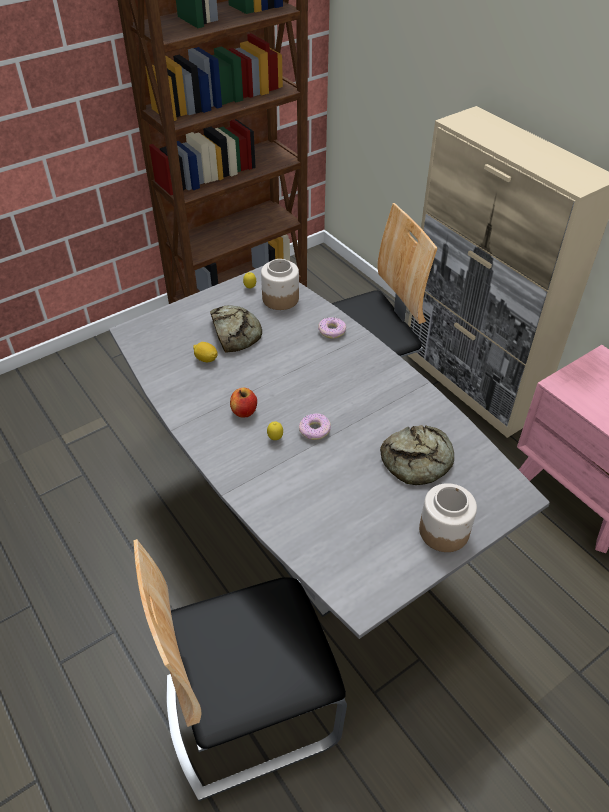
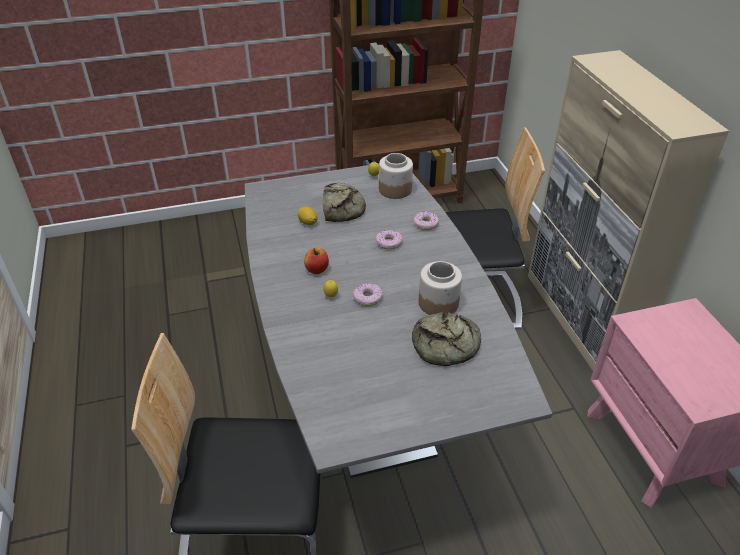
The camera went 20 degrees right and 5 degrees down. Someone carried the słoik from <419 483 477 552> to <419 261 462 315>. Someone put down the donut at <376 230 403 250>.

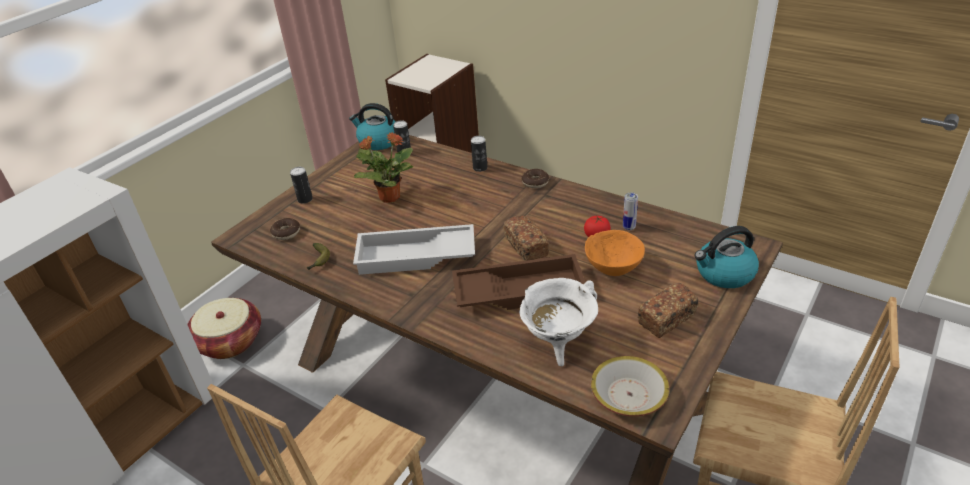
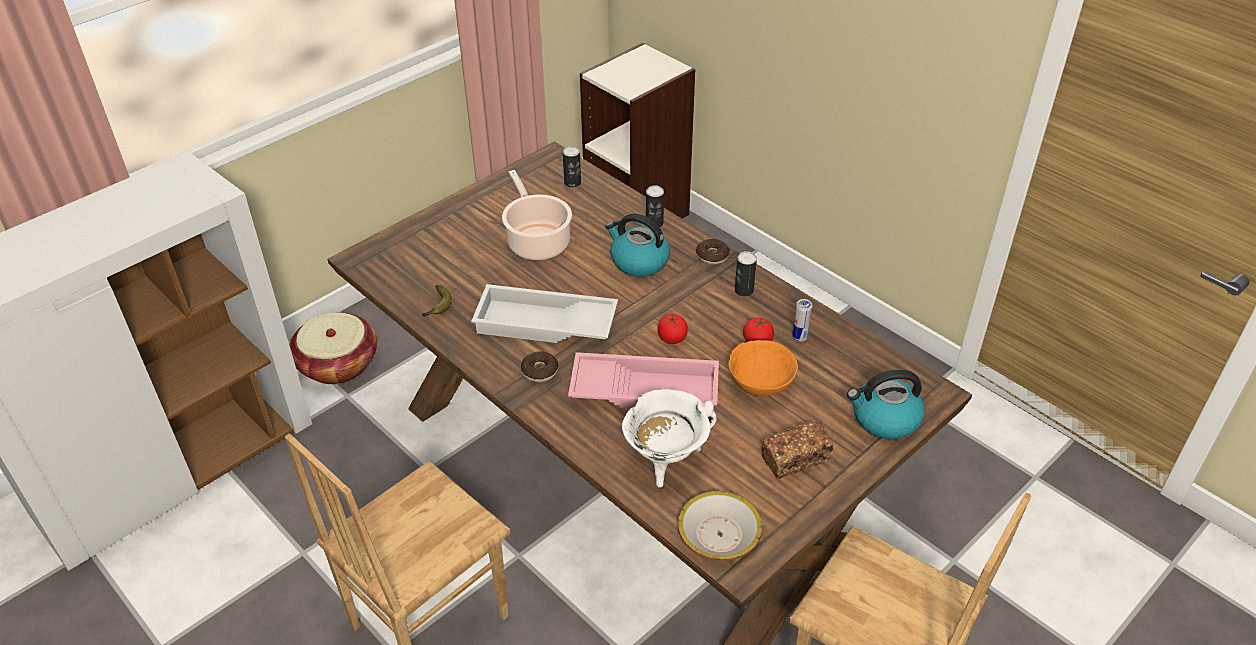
The camera went 10 degrees right and 5 degrees up. Someone carried the donut from <270 218 300 240> to <521 352 558 382>. Someone carried the puszka from <290 167 313 204> to <735 251 757 297>. Someone carried the czajnik from <349 103 396 150> to <605 214 670 277>. Someone swapped the roślina doniczkowa at <354 132 413 203> for the garnek at <502 170 572 260>. Someone repainted the taca [brązowy] at <452 254 586 310>, which became the taca [różowy] at <568 352 719 411>. Someone swapped the chleb at <503 216 549 261> for the pomidor at <658 314 688 344>.

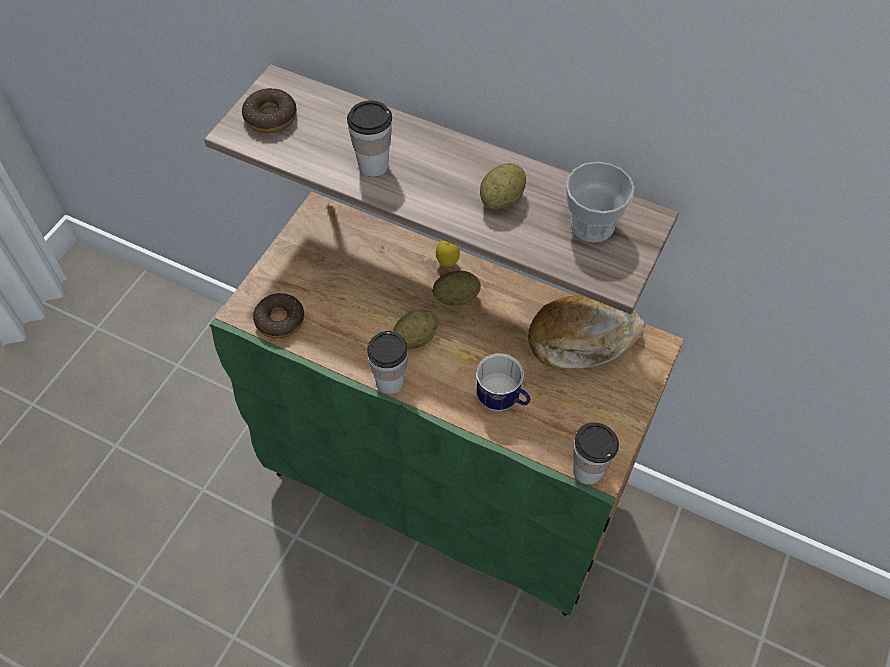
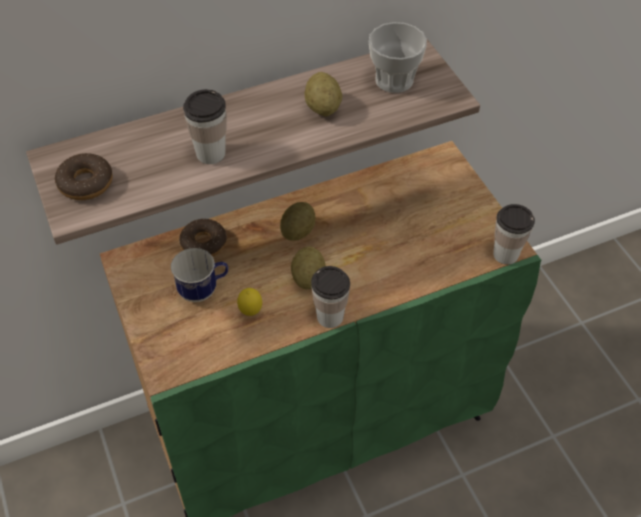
The camera went 50 degrees left and 5 degrees down. Someone carried the donut from <253 293 304 339> to <179 219 227 257>. Someone carried the cytryna from <436 240 460 267> to <237 288 262 316>. Someone carried the kubek from <476 353 530 411> to <171 248 228 302>. Someone took away the chleb at <528 295 646 369>.

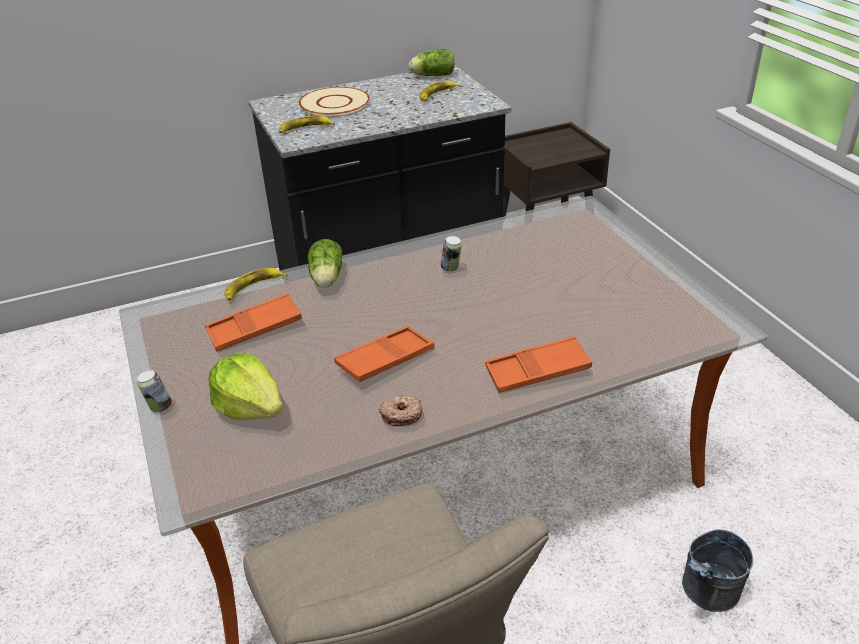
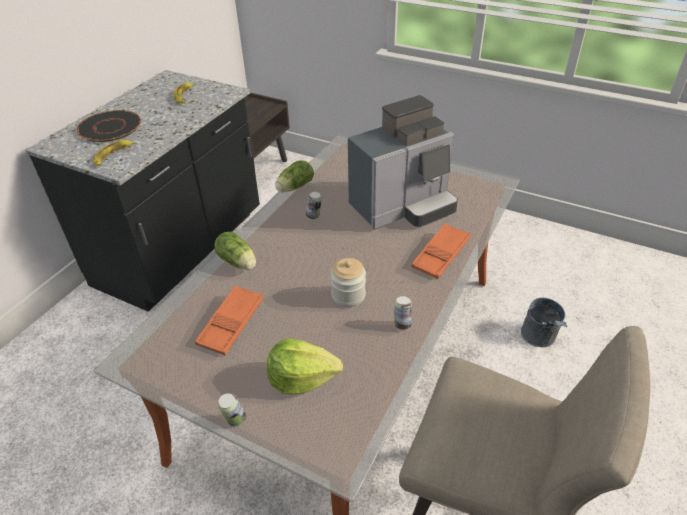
The camera went 40 degrees left and 5 degrees up. Someone took away the banan at <224 268 288 300>. Someone repainted the talerz [beżowy] at <299 87 370 116>, which became the talerz [czarny] at <76 110 141 142>. Someone swapped the taca [pomarańczowy] at <334 326 434 382> for the słoik at <330 258 366 307>. Someone swapped the donut at <379 396 422 426> for the puszka at <394 296 412 330>. Someone carried the sałata from <409 49 454 76> to <275 160 314 192>. Someone put down the ekspres do kawy at <348 95 458 229>.

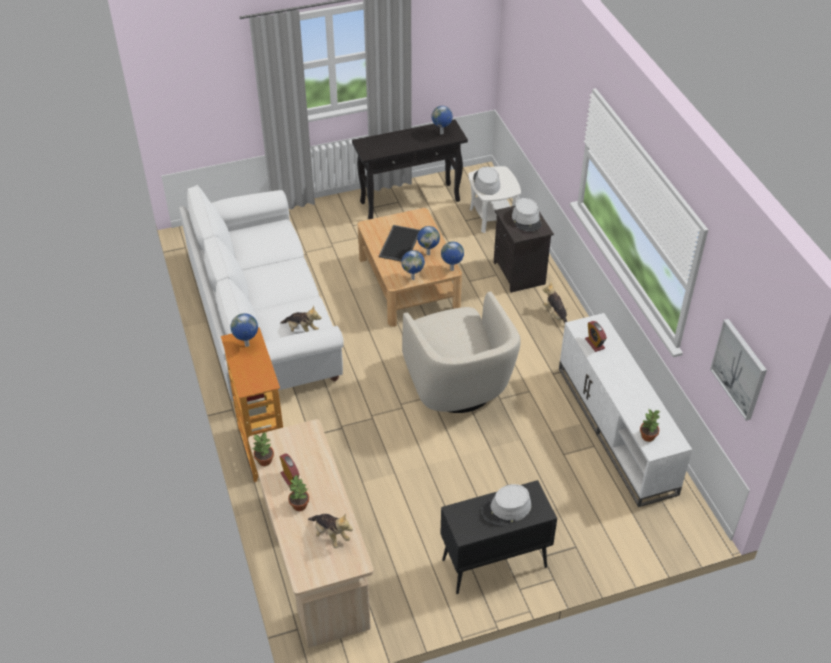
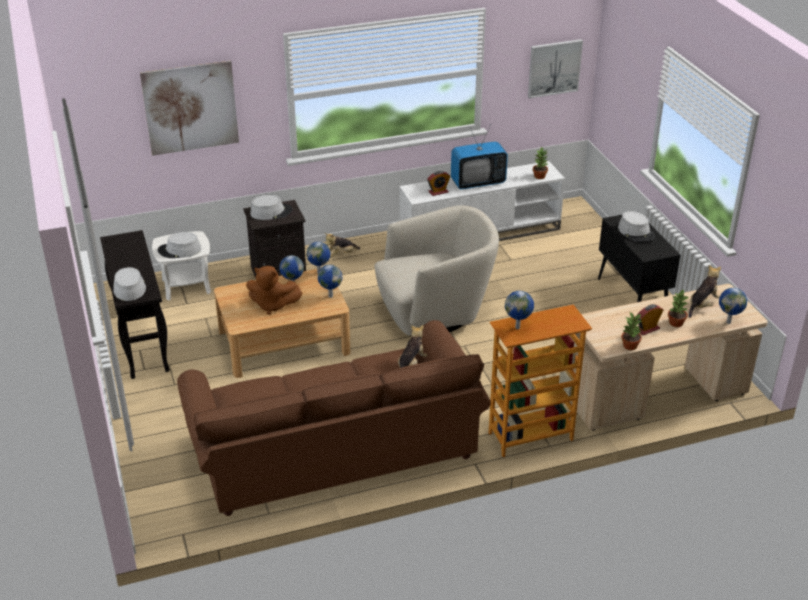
The camera went 90 degrees left and 10 degrees down. Someone repainted the kanapa [biały] at <179 185 344 401>, which became the kanapa [brązowy] at <177 320 491 516>. Someone swapped the taca at <379 225 420 261> for the pluszak [brązowy] at <246 266 302 315>. Someone carried the globus from <431 106 453 135> to <719 288 747 324>. Someone put down the kapelusz [szary] at <113 267 146 301>. Someone put up the obraz at <140 61 239 156>. Someone put down the telewizor at <451 124 508 189>.

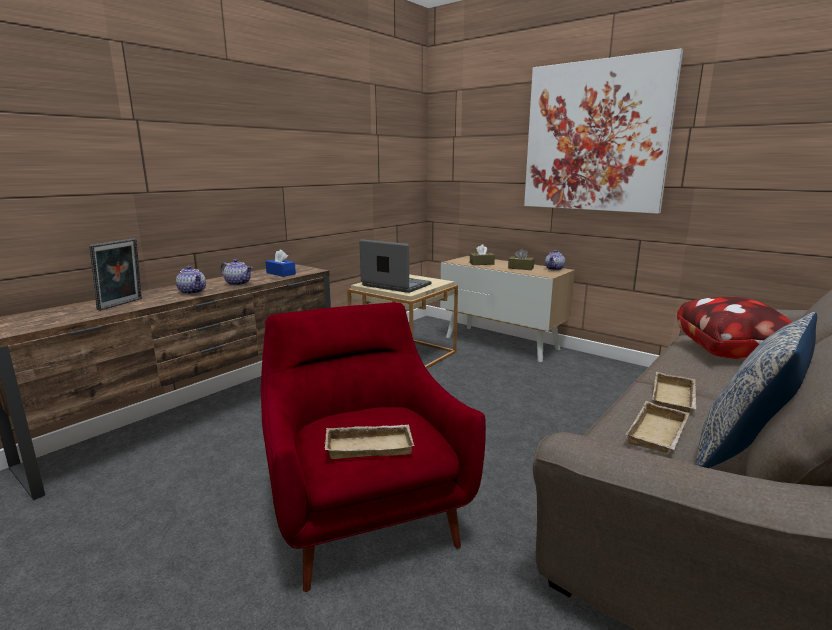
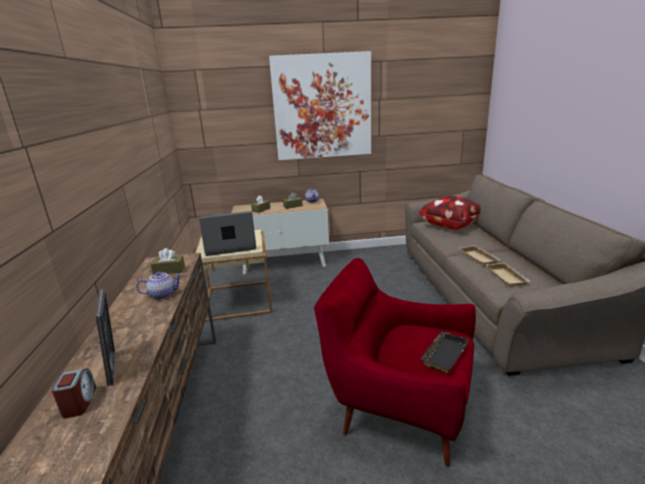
The camera went 45 degrees left and 5 degrees up. Someone took away the imbryk at <176 266 206 295>. Someone repainted the pudełko chusteczek [niebieski] at <265 250 296 277>, which became the pudełko chusteczek [brązowy] at <151 248 185 275>. Someone repainted the taca [beżowy] at <325 425 414 459>, which became the taca [czarny] at <420 331 470 373>. Someone took away the poduszka at <695 312 817 468>. Someone put down the budzik at <51 368 96 418>.

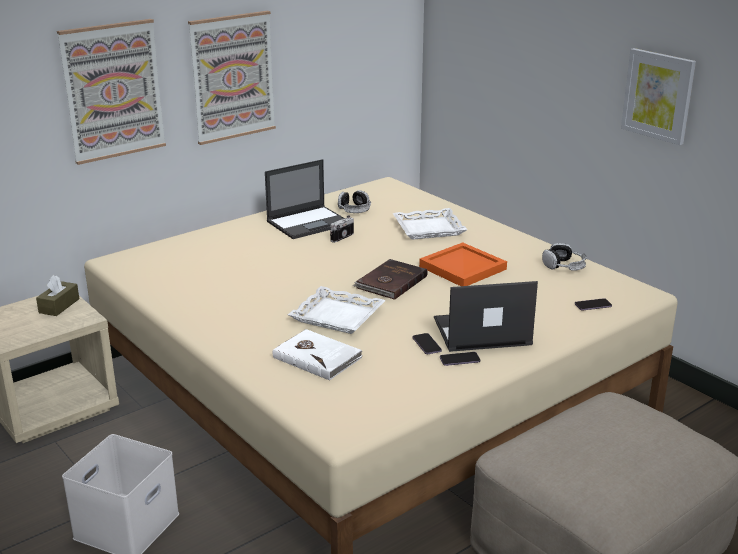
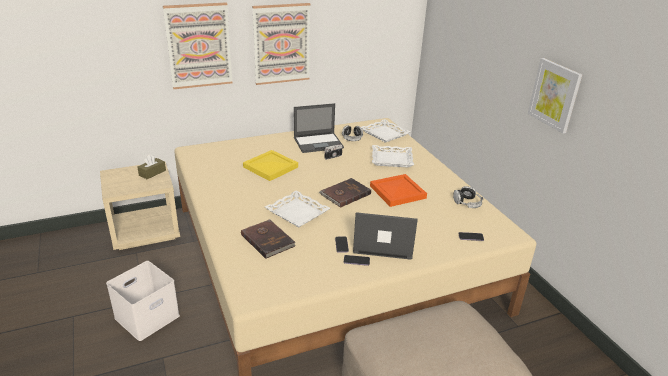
The camera went 15 degrees right and 5 degrees up. Someone repainted the książka [biały] at <273 329 363 381>, which became the książka [brązowy] at <241 219 296 259>. Someone put down the taca [żółty] at <243 150 298 181>. Someone put down the taca [biały] at <361 119 410 143>.

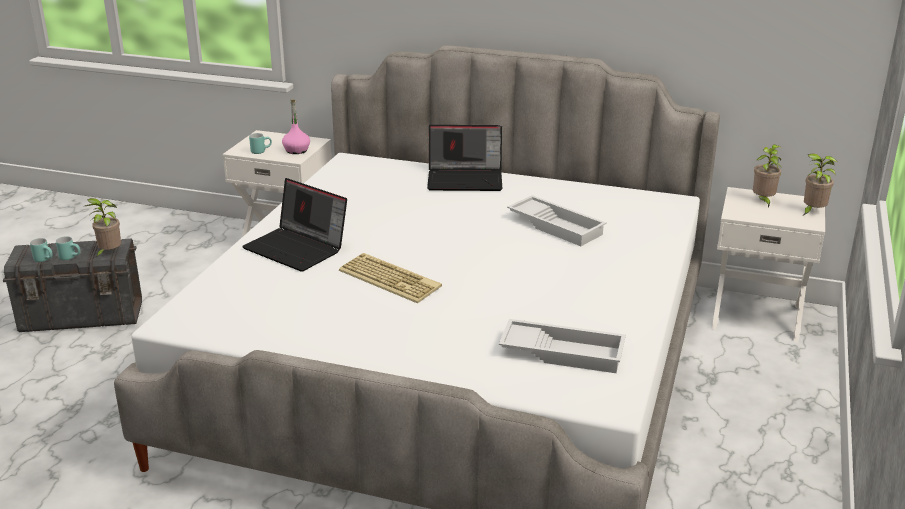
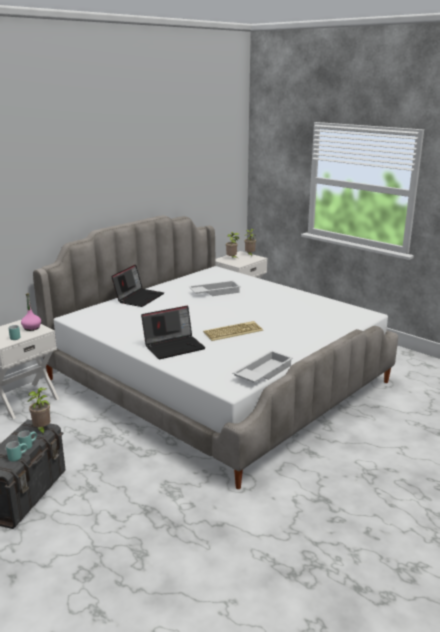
The camera went 65 degrees left and 5 degrees down. Someone carried the taca [biały] from <499 319 626 373> to <232 350 293 383>.

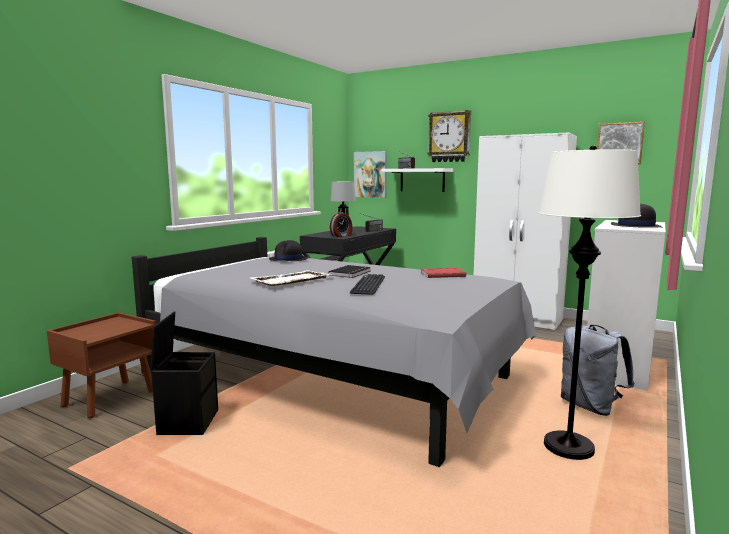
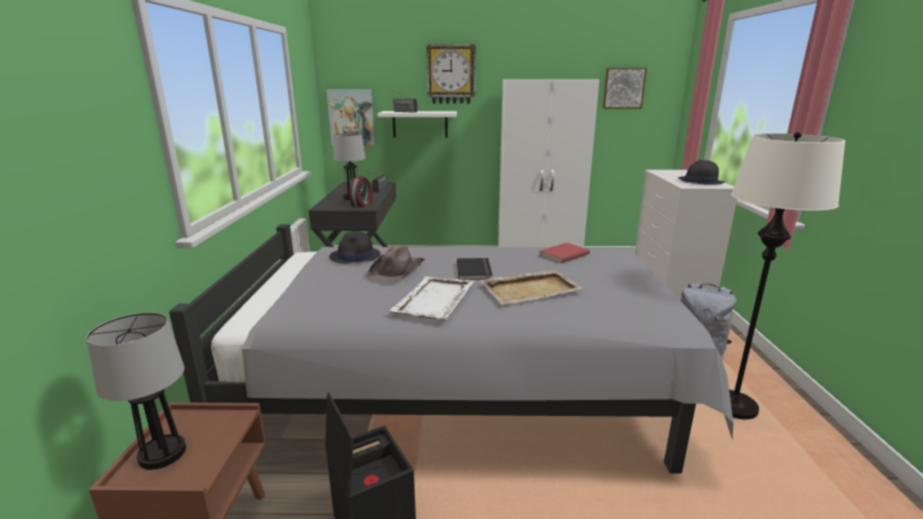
The camera went 30 degrees left and 10 degrees up. Someone swapped the klawiatura at <350 274 385 295> for the taca [beżowy] at <480 269 583 305>. Someone put down the lampa stołowa at <86 312 186 470>. Someone put down the kapelusz [brązowy] at <367 245 425 281>.

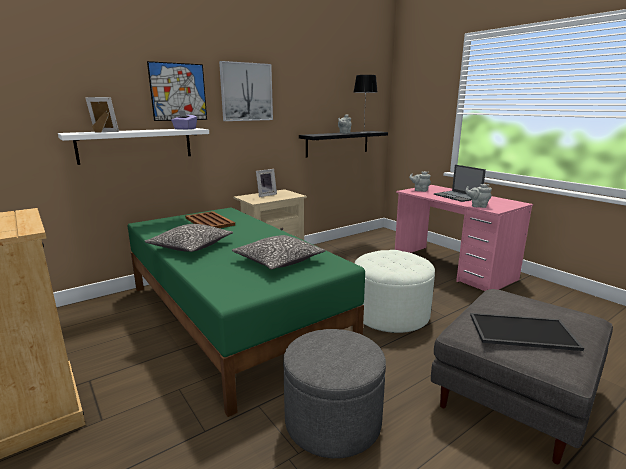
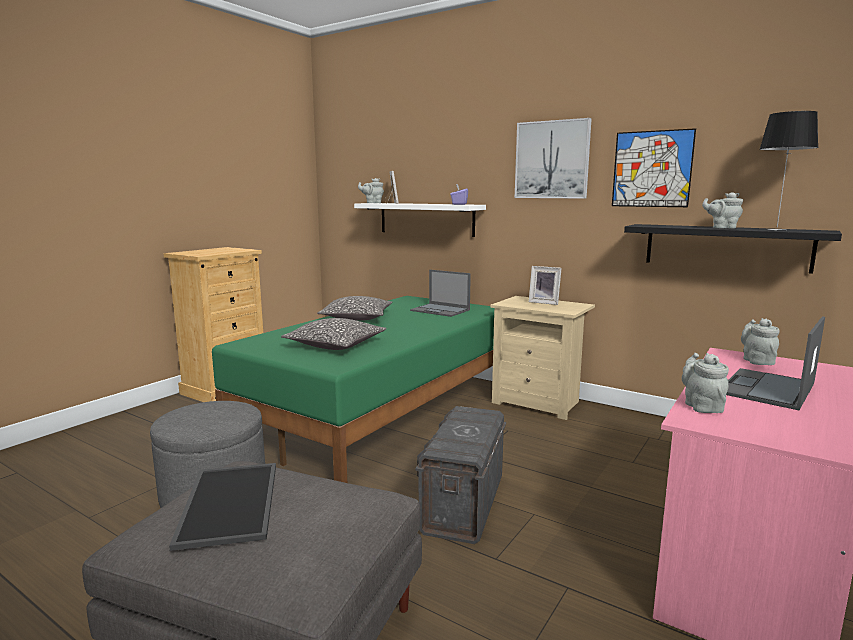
The camera went 70 degrees right and 5 degrees down. Someone carried the obraz from <147 61 207 121> to <612 128 696 207>. Someone swapped the taca [brązowy] at <185 211 235 228> for the laptop at <410 270 471 317>. Someone swapped the pufa [biały] at <355 250 435 333> for the pojemnik do przechowywania [szary] at <415 406 506 544>. Someone put down the imbryk [szary] at <358 178 384 203>.

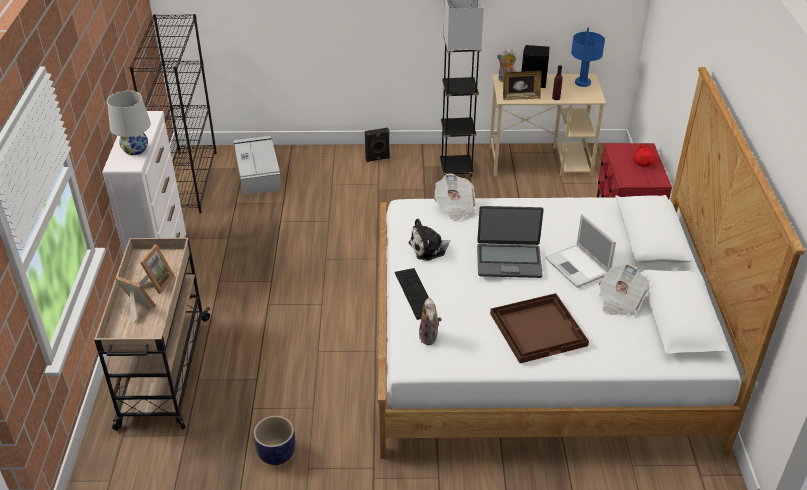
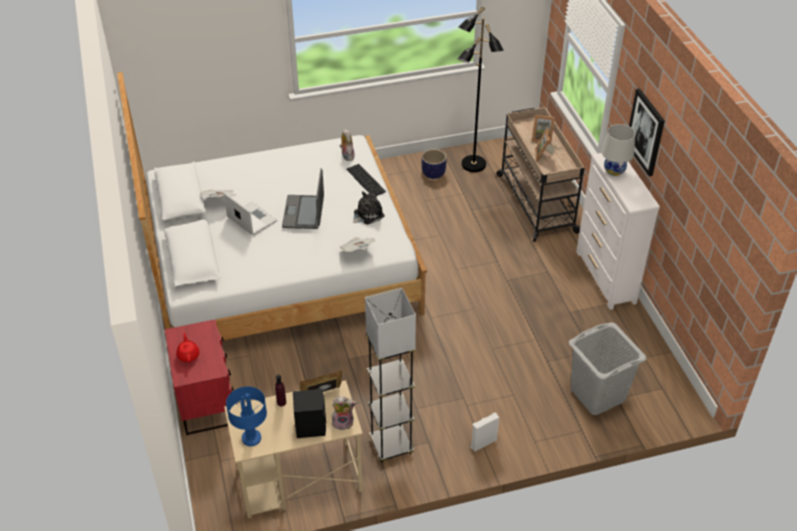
The camera went 165 degrees right and 5 degrees up. Someone took away the regał [czarny] at <129 14 217 213>. Someone swapped the pojemnik do przechowywania [szary] at <234 136 282 195> for the kosz na pranie [szary] at <569 322 647 415>. Someone repainted the głośnik [czarny] at <365 128 390 162>, which became the głośnik [biały] at <471 412 499 452>. Someone rotated the laptop at <477 206 544 278> by 75 degrees counterclockwise. Someone took away the taca [brązowy] at <490 293 589 363>. Someone put down the lampa stojąca [czarny] at <457 7 504 172>. Someone put up the obraz at <629 88 665 176>.

